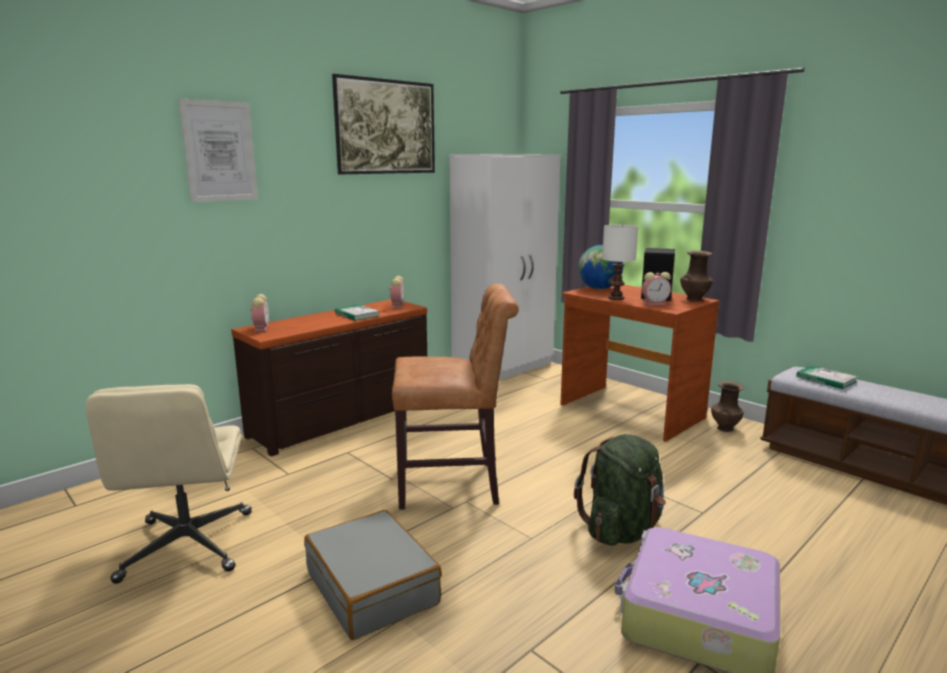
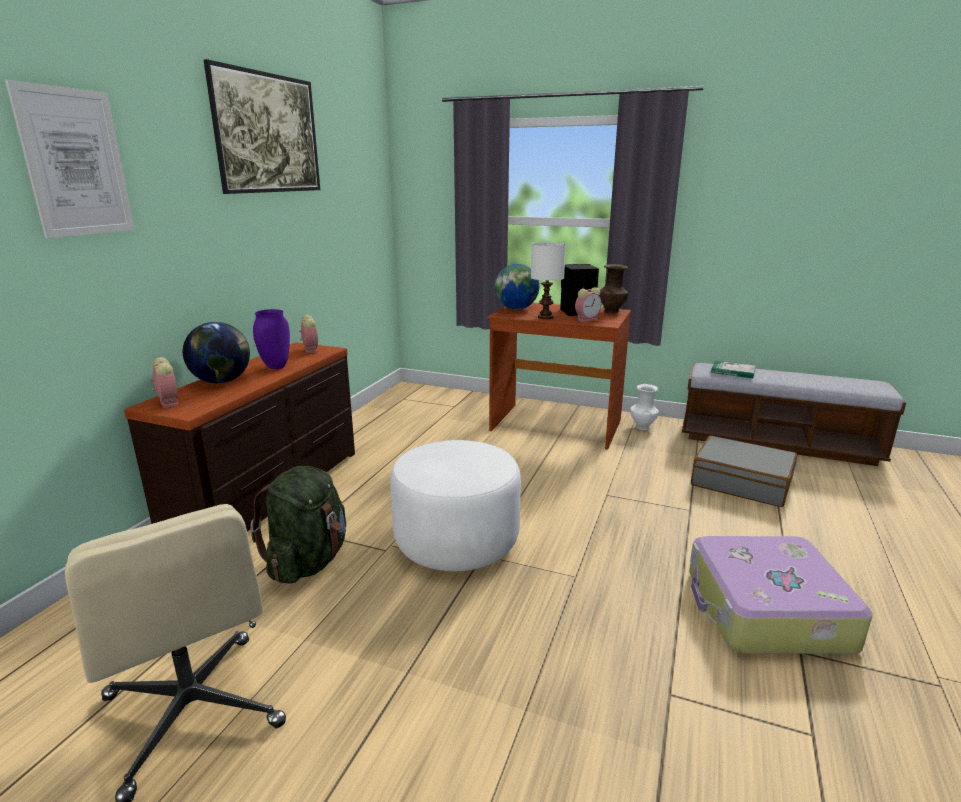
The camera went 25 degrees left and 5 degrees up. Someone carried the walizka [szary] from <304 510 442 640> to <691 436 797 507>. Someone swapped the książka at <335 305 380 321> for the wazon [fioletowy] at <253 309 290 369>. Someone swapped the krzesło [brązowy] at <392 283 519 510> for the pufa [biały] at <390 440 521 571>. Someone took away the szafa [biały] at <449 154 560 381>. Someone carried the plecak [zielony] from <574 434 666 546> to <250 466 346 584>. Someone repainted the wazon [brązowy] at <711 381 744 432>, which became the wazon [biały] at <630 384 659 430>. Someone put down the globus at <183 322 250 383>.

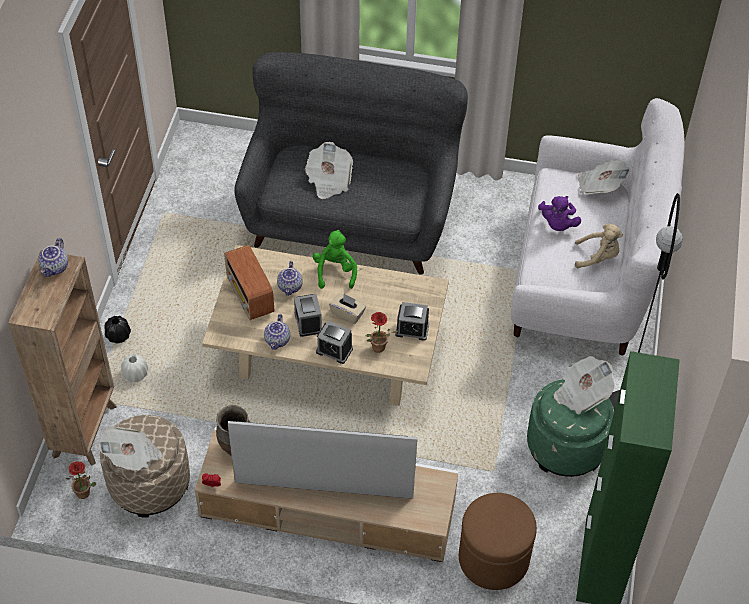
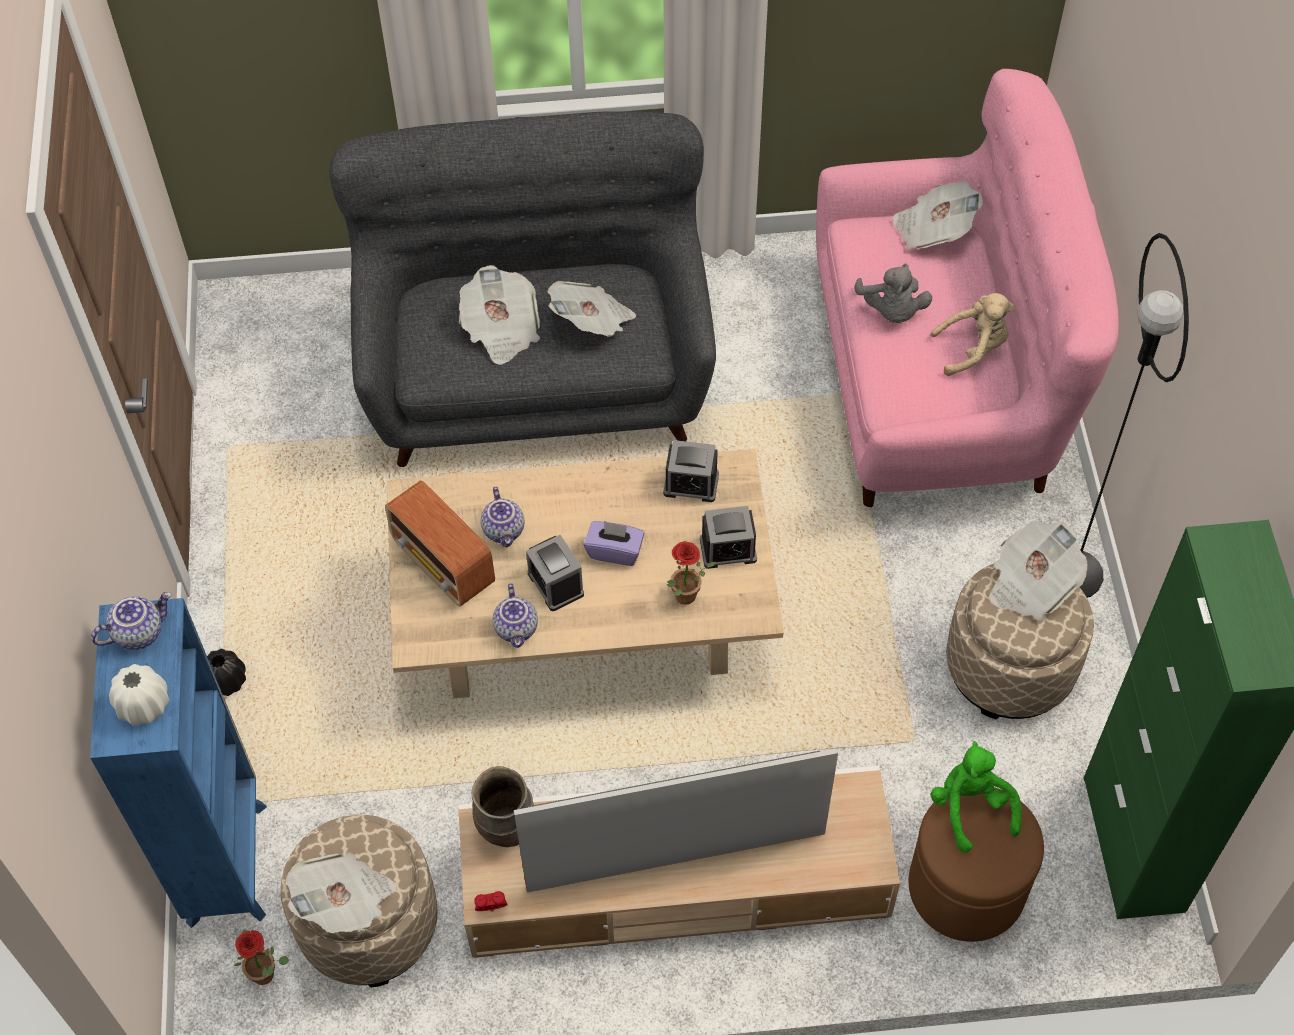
The camera went 15 degrees left and 5 degrees up. Someone repainted the regał [brązowy] at <8 250 117 466>, which became the regał [niebieski] at <90 598 267 928>. Someone rotated the imbryk at <38 238 68 277> by 120 degrees counterclockwise. Someone carried the wazon [biały] from <121 354 148 382> to <109 664 169 726>. Someone carried the pluszak [zielony] from <313 230 357 289> to <930 741 1022 853>. Someone carried the budzik from <316 321 353 364> to <663 440 719 502>. Someone repainted the pudełko chusteczek [beżowy] at <329 293 366 324>, which became the pudełko chusteczek [fioletowy] at <584 521 644 566>. Someone repainted the kanapa [biały] at <511 98 684 356>, which became the kanapa [różowy] at <816 69 1119 508>. Someone repainted the pufa [zielony] at <527 379 614 477>, which became the pufa [beżowy] at <946 563 1094 719>. Someone repainted the pluszak [fioletowy] at <538 196 581 231>, which became the pluszak [szary] at <854 264 932 323>. Someone put down the gazeta at <548 281 636 337>.

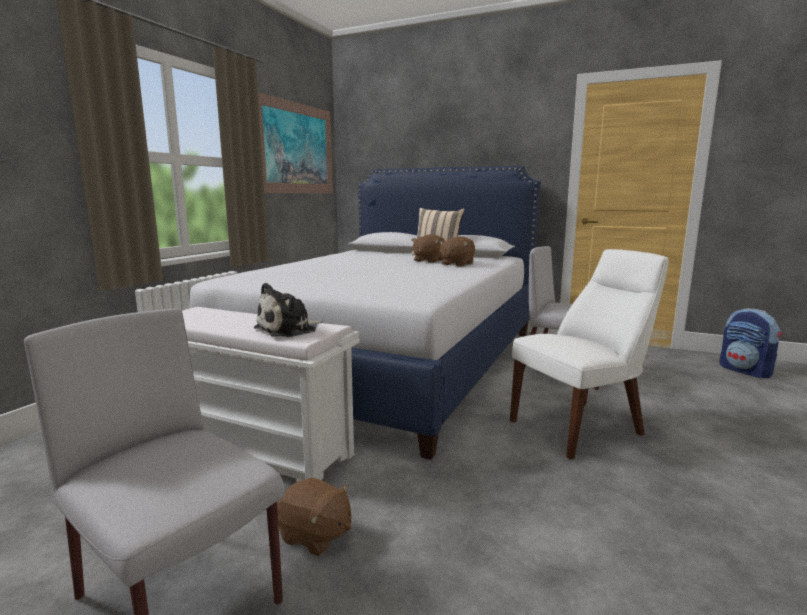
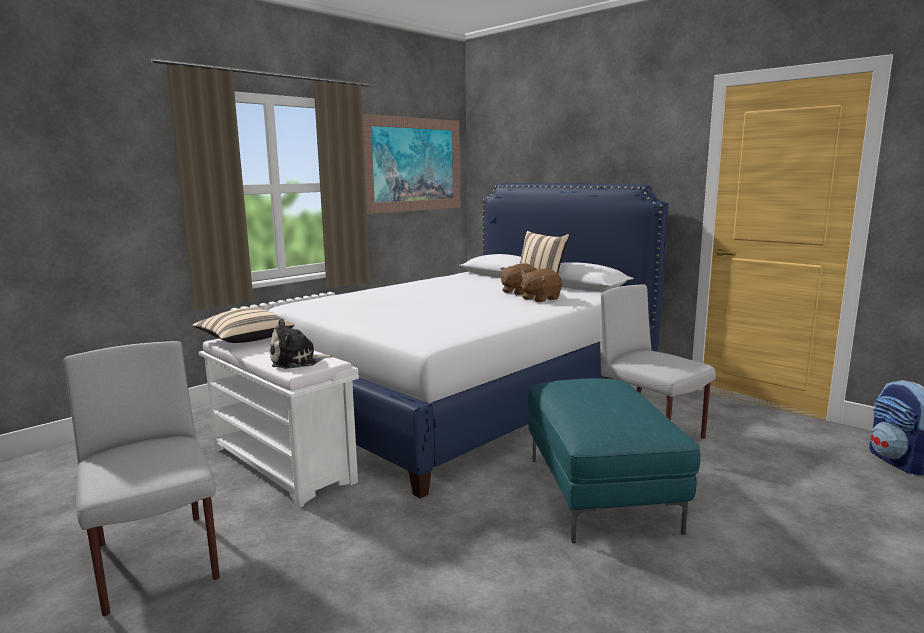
The camera went 20 degrees right and 0 degrees up. Someone took away the pluszak [brązowy] at <277 478 351 556>. Someone swapped the krzesło [biały] at <510 249 669 460> for the pufa [turkusowy] at <528 378 700 543>. Someone put down the poduszka [beżowy] at <192 307 294 343>.

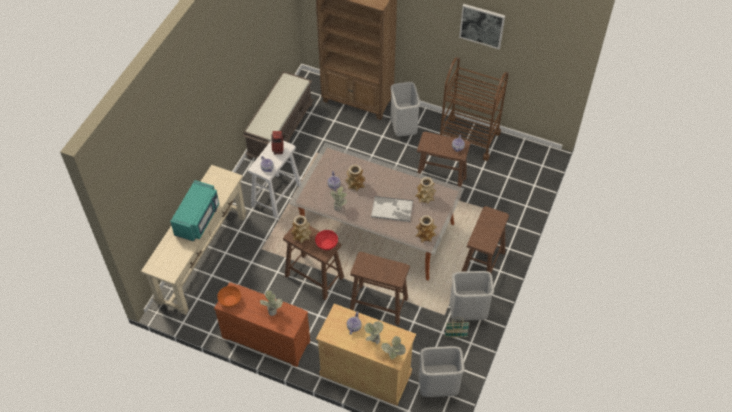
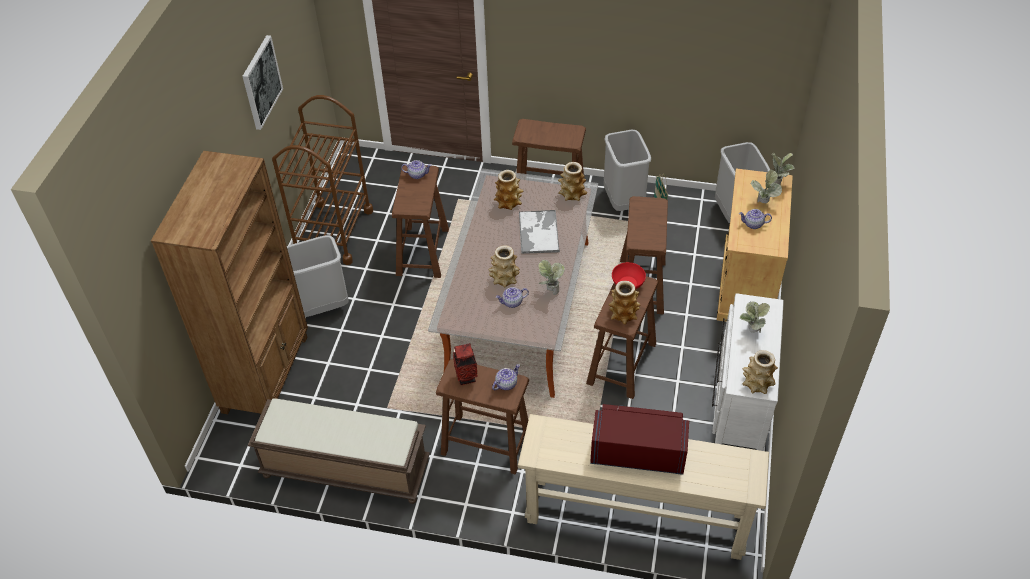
The camera went 100 degrees left and 5 degrees down. Someone repainted the mikrofalówka [turkusowy] at <170 180 219 242>, which became the mikrofalówka [czerwony] at <590 404 689 475>. Someone repainted the komoda [brązowy] at <214 282 310 367>, which became the komoda [biały] at <712 293 784 451>. Someone swapped the miska [pomarańczowy] at <217 286 241 307> for the wazon at <743 350 778 394>. Someone repainted the stołek [biały] at <248 141 301 218>, which became the stołek [brązowy] at <436 359 529 474>.

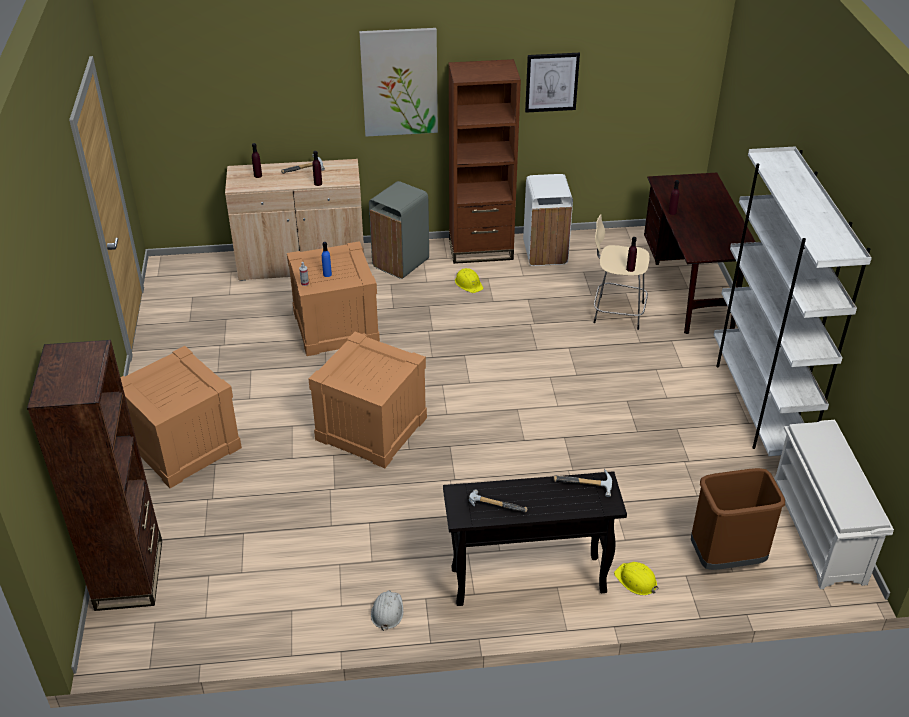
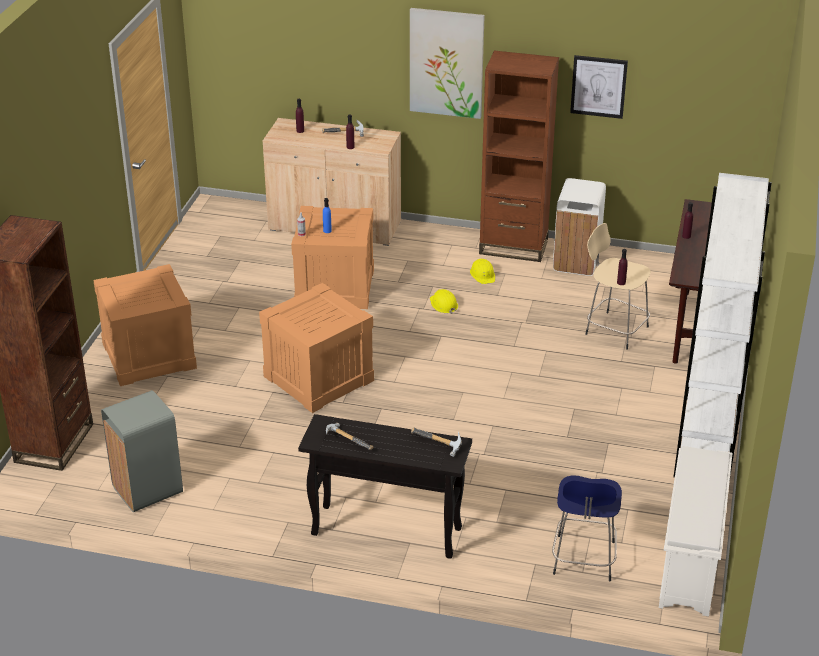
The camera went 20 degrees right and 5 degrees down. Someone carried the kosz na śmieci [szary] from <369 181 429 279> to <101 390 183 512>. Someone took away the kask [biały] at <371 590 403 631>. Someone carried the kask [żółty] from <614 562 659 595> to <430 289 458 314>. Someone swapped the kosz na śmieci [brązowy] at <691 468 785 570> for the stołek [niebieski] at <552 475 622 581>.

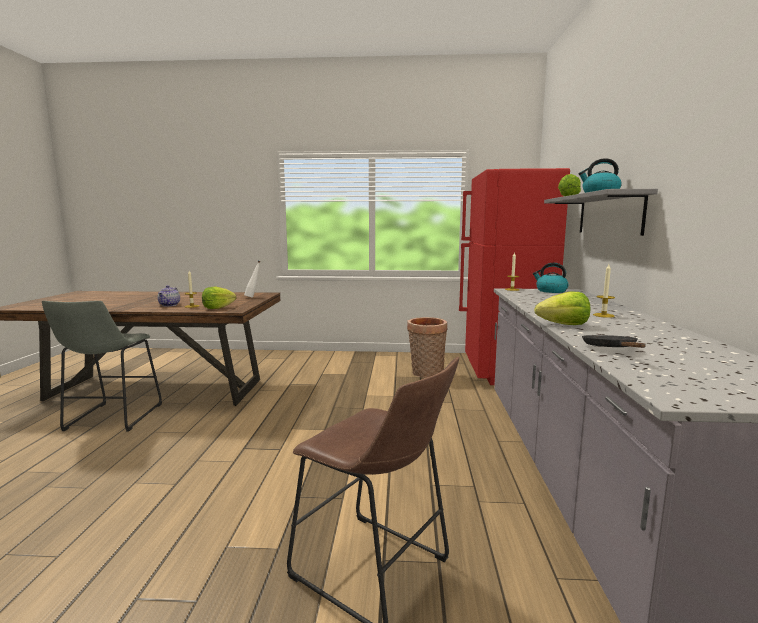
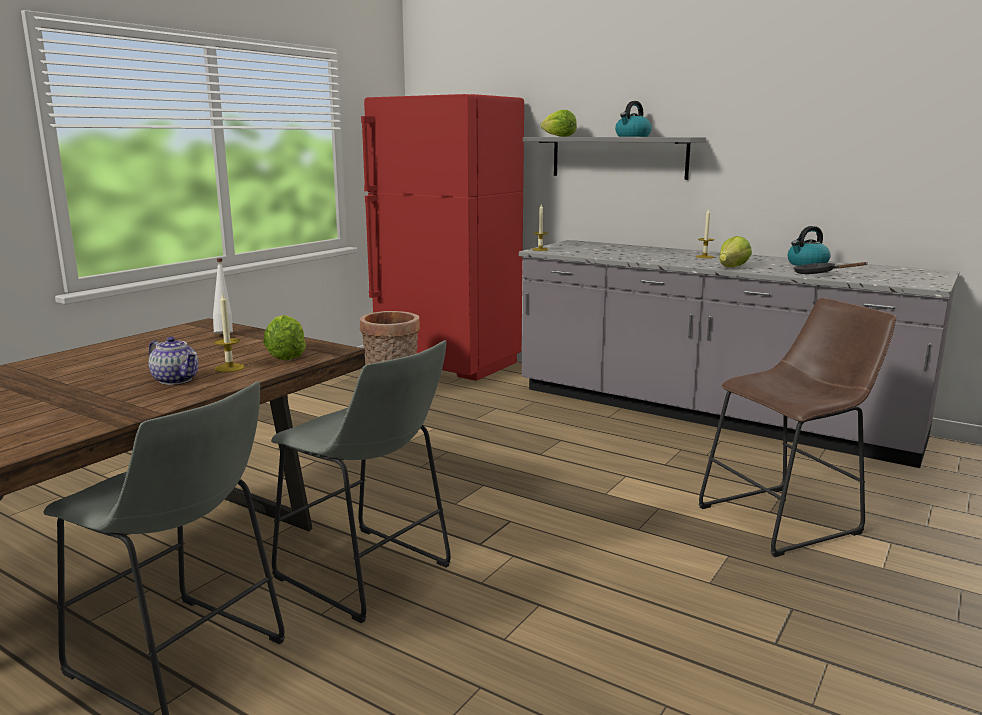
The camera went 60 degrees left and 5 degrees up. Someone carried the czajnik from <533 263 568 293> to <788 226 831 266>. Someone put down the stołek [szary] at <271 340 451 623>.

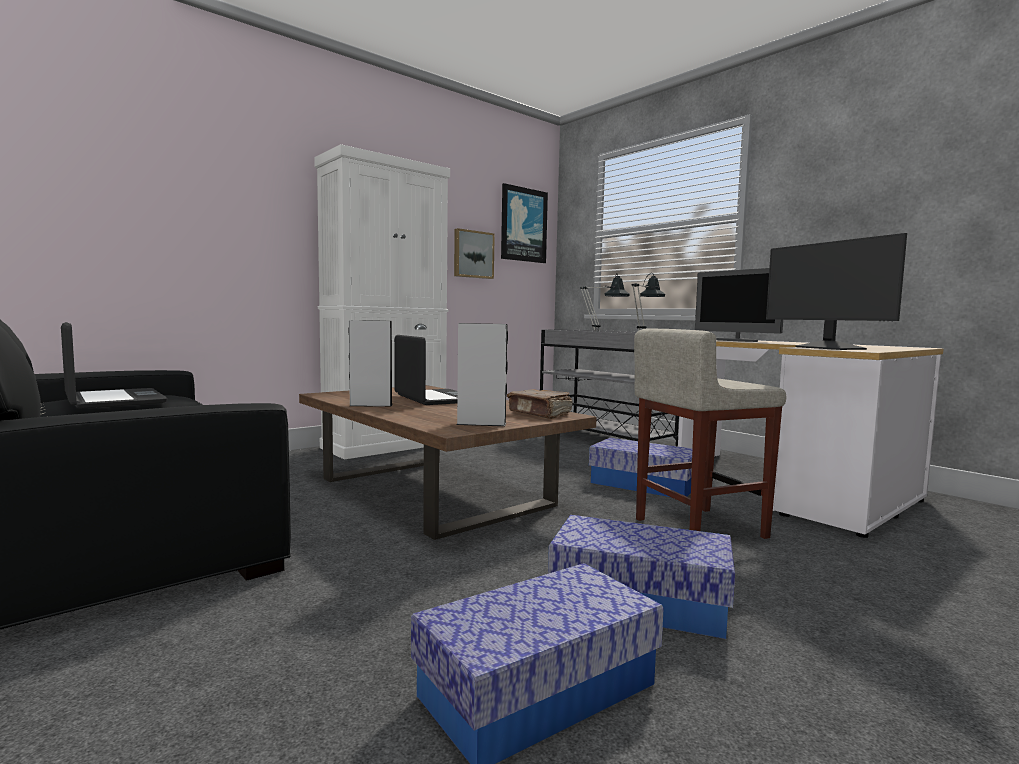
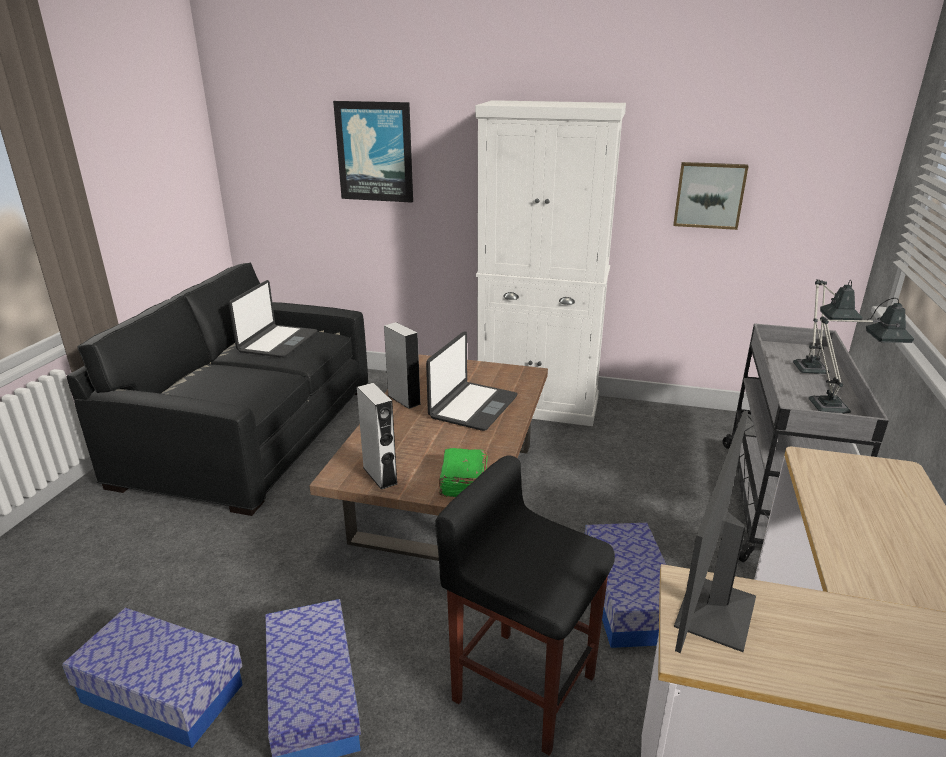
The camera went 55 degrees right and 20 degrees up. Someone carried the obraz from <501 183 548 263> to <333 101 413 203>. Someone repainted the książka [brązowy] at <507 389 573 419>, which became the książka [zielony] at <439 448 488 497>. Someone repainted the stołek [beżowy] at <634 329 786 539>, which became the stołek [czarny] at <435 455 615 756>. Someone took away the monitor at <695 268 783 342>.

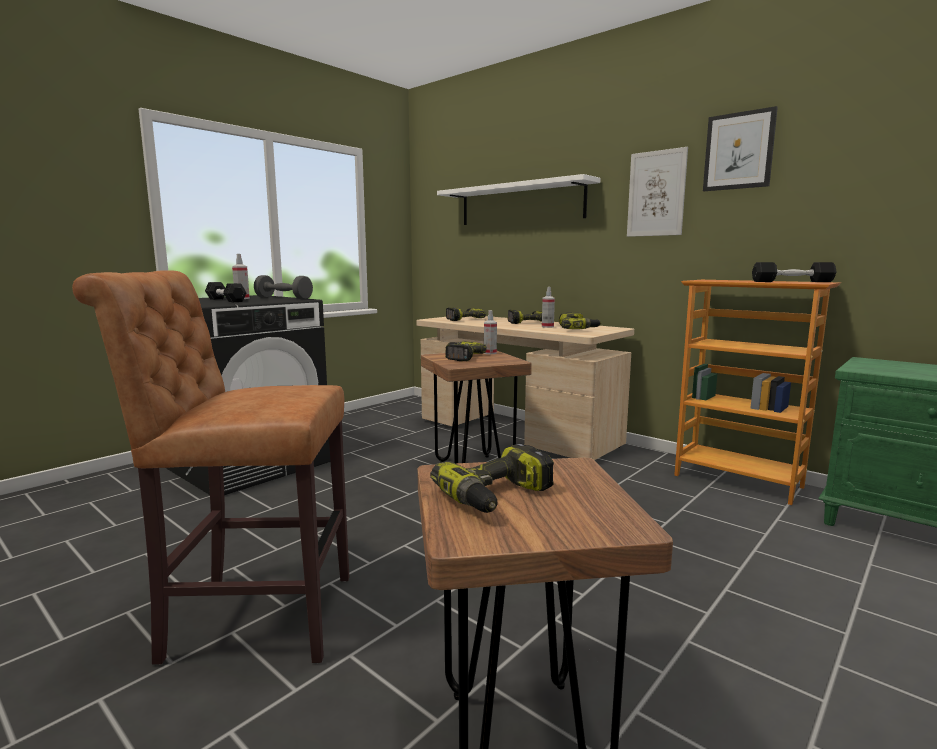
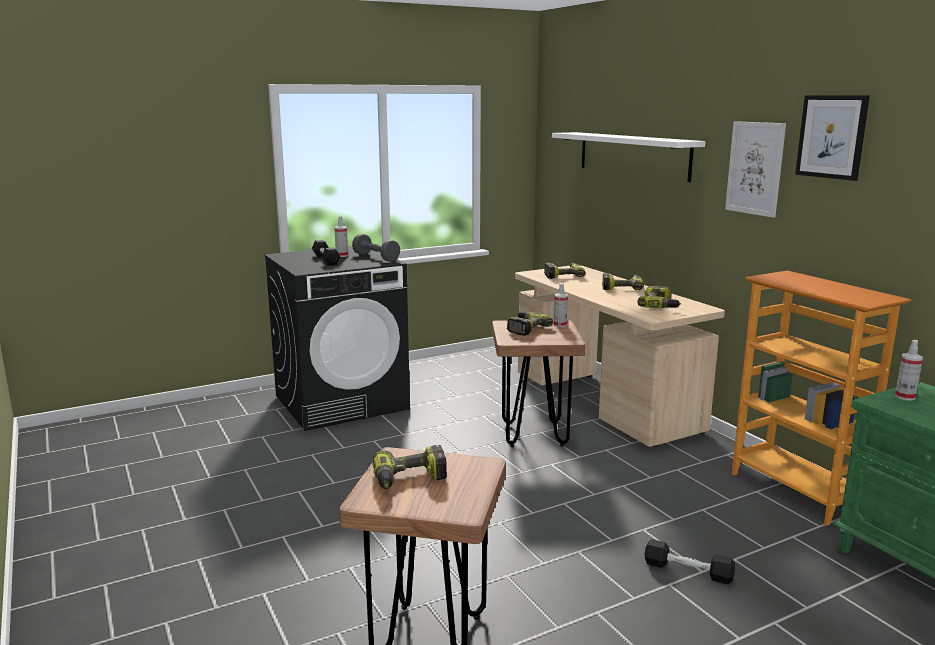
The camera went 20 degrees right and 5 degrees up. Someone took away the stołek [brązowy] at <72 270 350 665>. Someone carried the spryskiwacz from <542 287 555 328> to <895 340 923 401>. Someone carried the hantel [czarny] from <752 262 837 282> to <645 539 736 584>.

